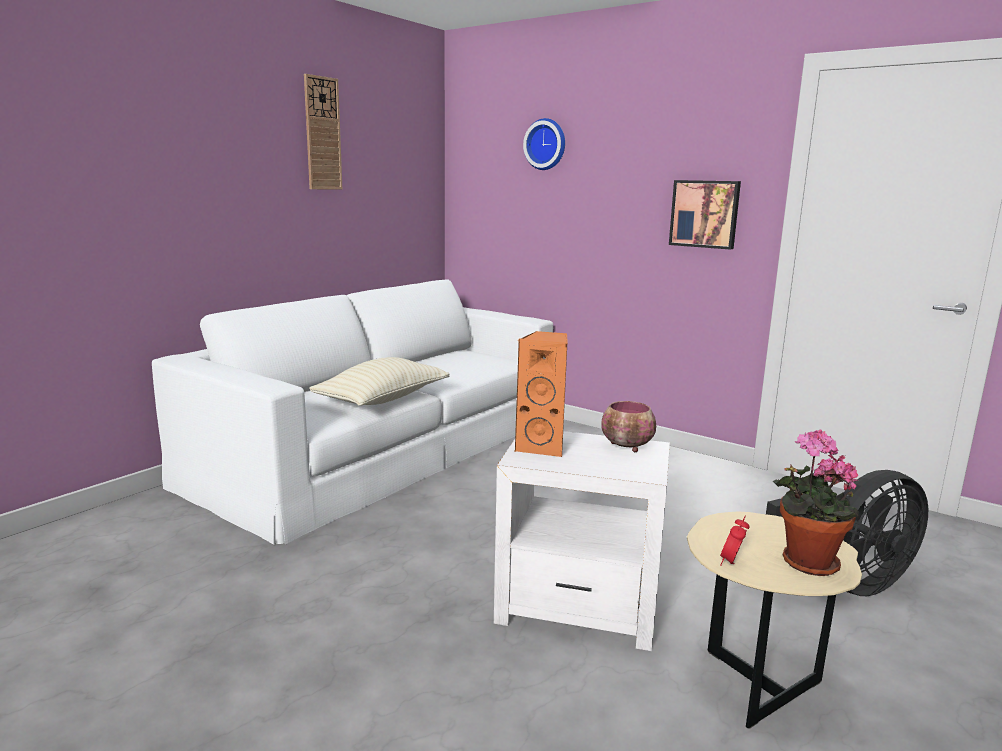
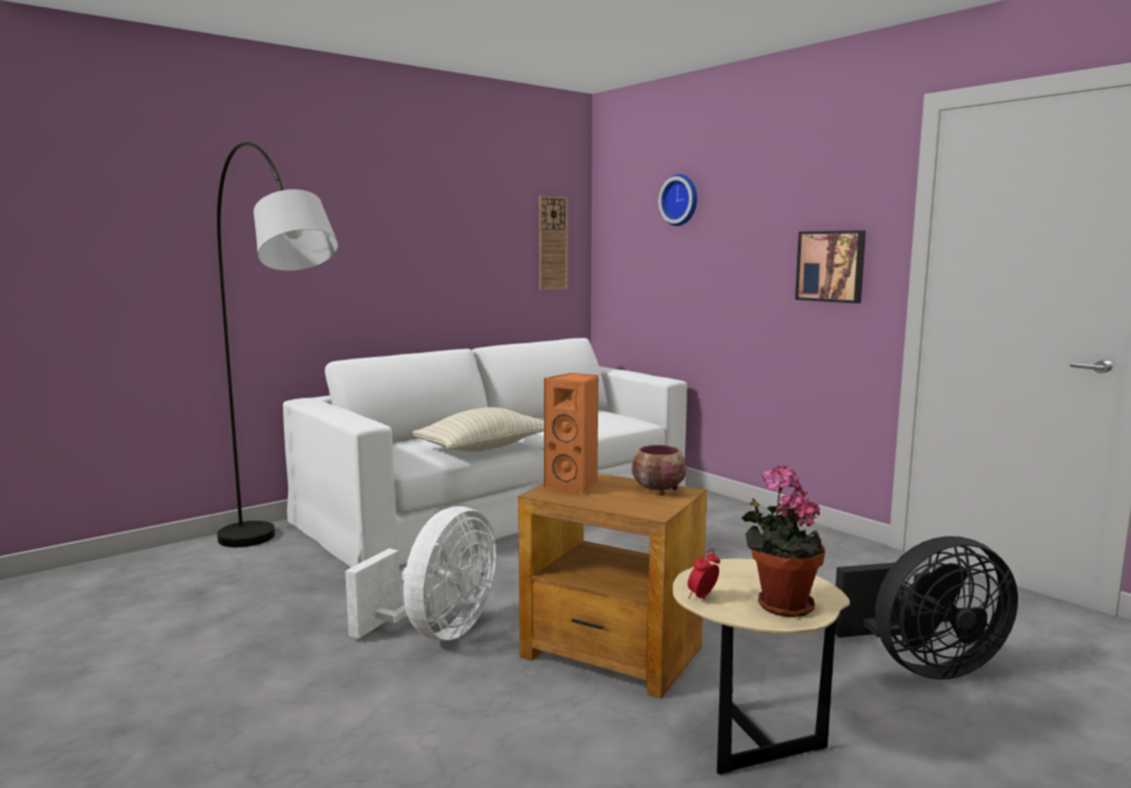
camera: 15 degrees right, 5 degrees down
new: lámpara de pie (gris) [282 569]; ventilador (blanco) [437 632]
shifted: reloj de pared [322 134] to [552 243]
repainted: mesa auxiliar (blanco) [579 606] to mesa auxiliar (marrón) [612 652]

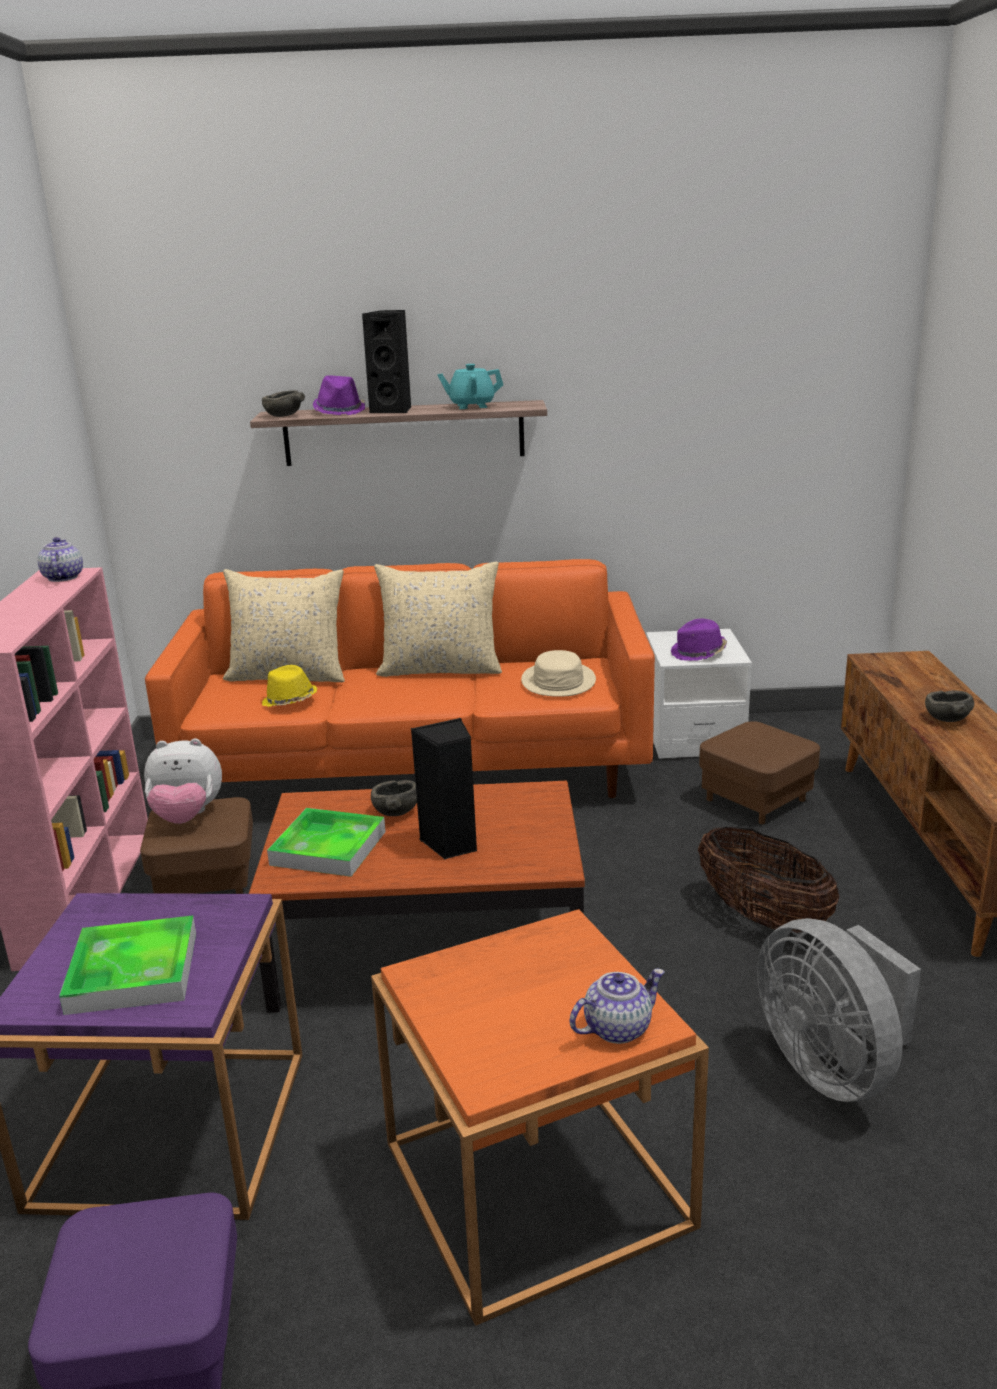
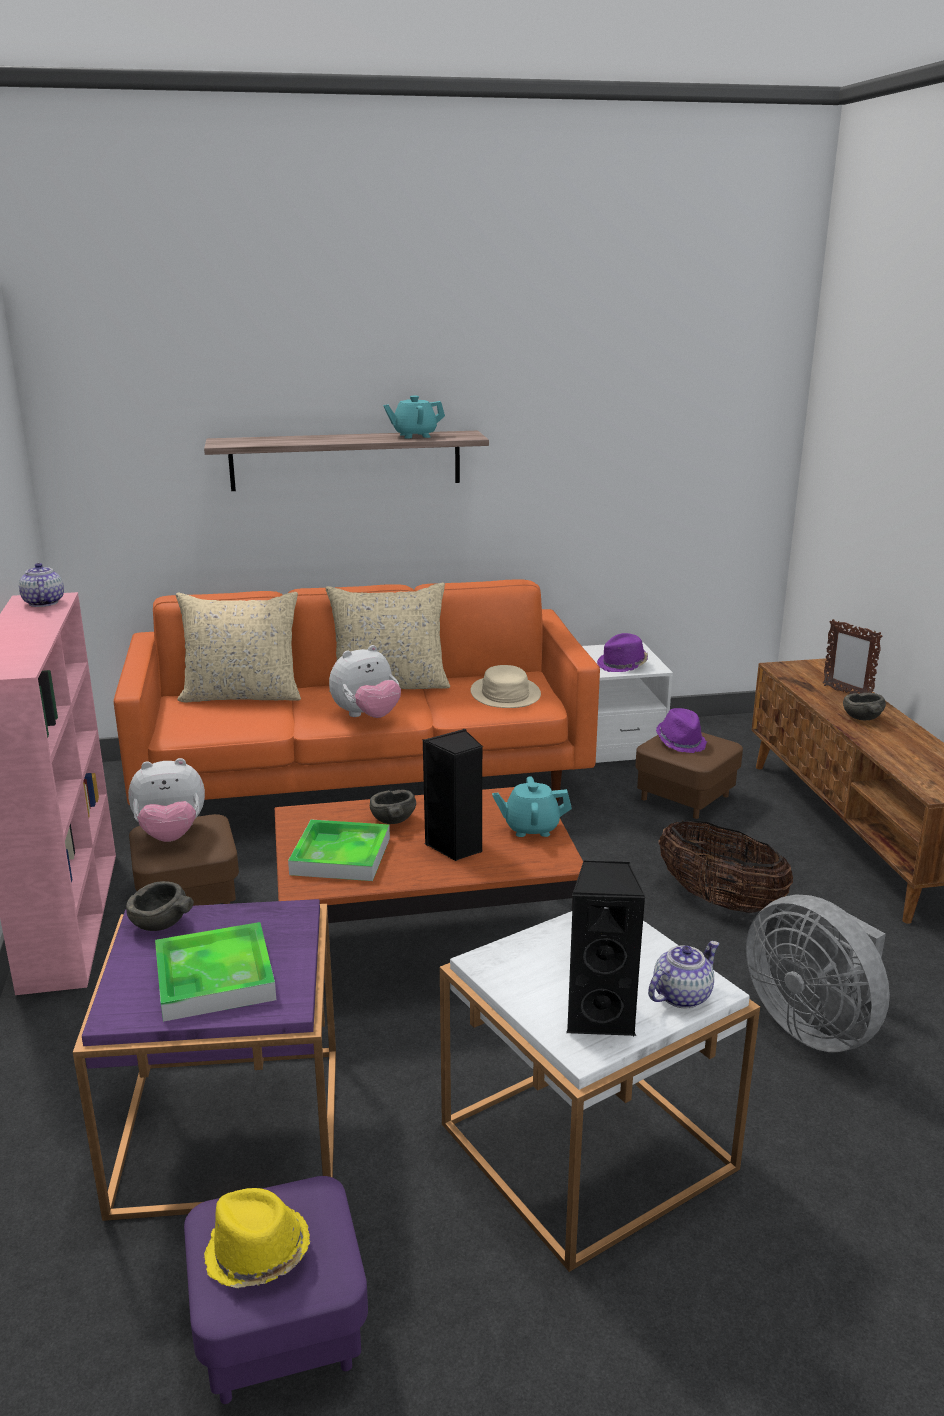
camera: 10 degrees left, 0 degrees up
new: peluche [367 716]; tetera (turquesa) [531 828]; portarretratos [846 693]
shifted: cuenco (gris) [283 416] to [159 924]; sombrero (amarillo) [289 702] to [257 1254]; sombrero (morado) [340 411] to [681 742]; altavoz (negro) [393 410] to [600 1016]
repainted: mesa auxiliar (naranja) [536 1184] to mesa auxiliar (blanco) [587 1146]

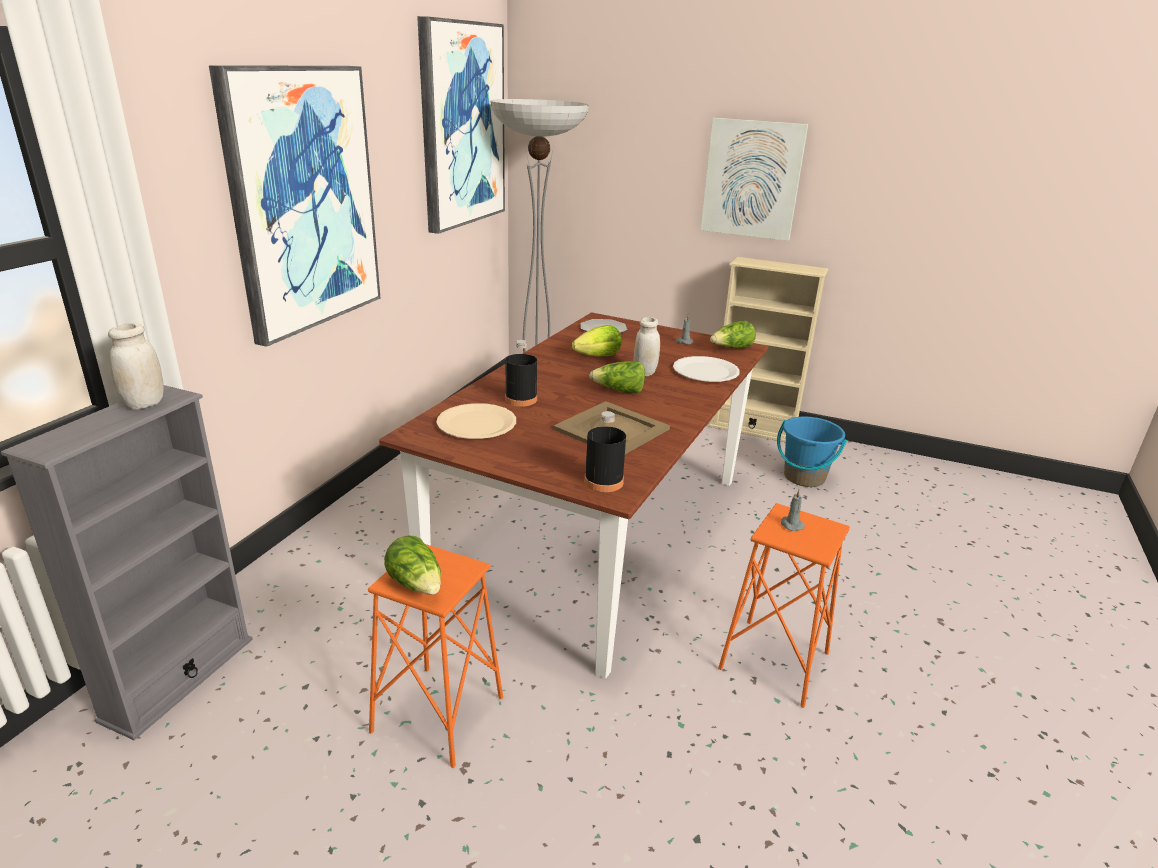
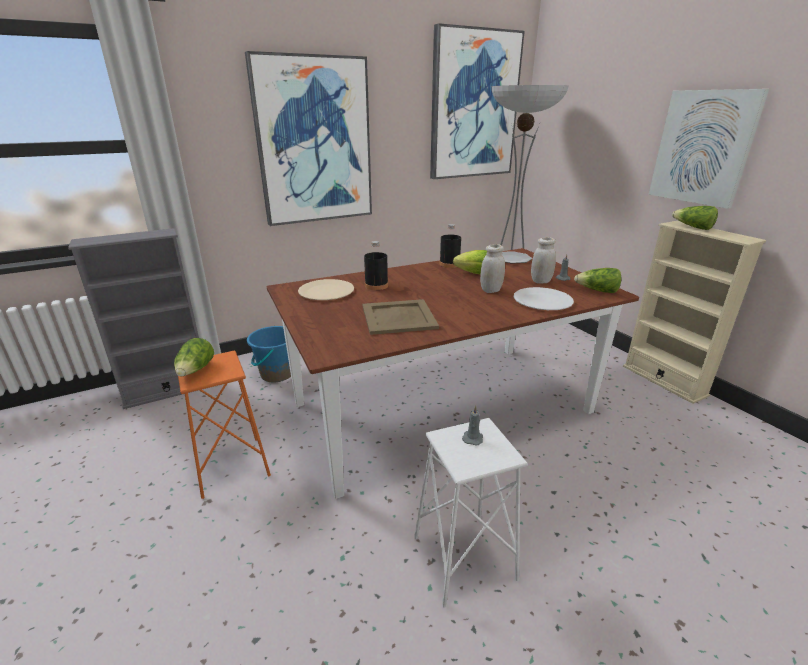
camera: 40 degrees right, 0 degrees up
shifted: tarro (blanco) [144 403] to [541 281]; botella (negro) [603 482] to [449 264]; lechuga [619 391] to [693 227]; cubo (azul) [804 477] to [276 374]
repainted: taburete (naranja) [774 662] to taburete (blanco) [463 558]

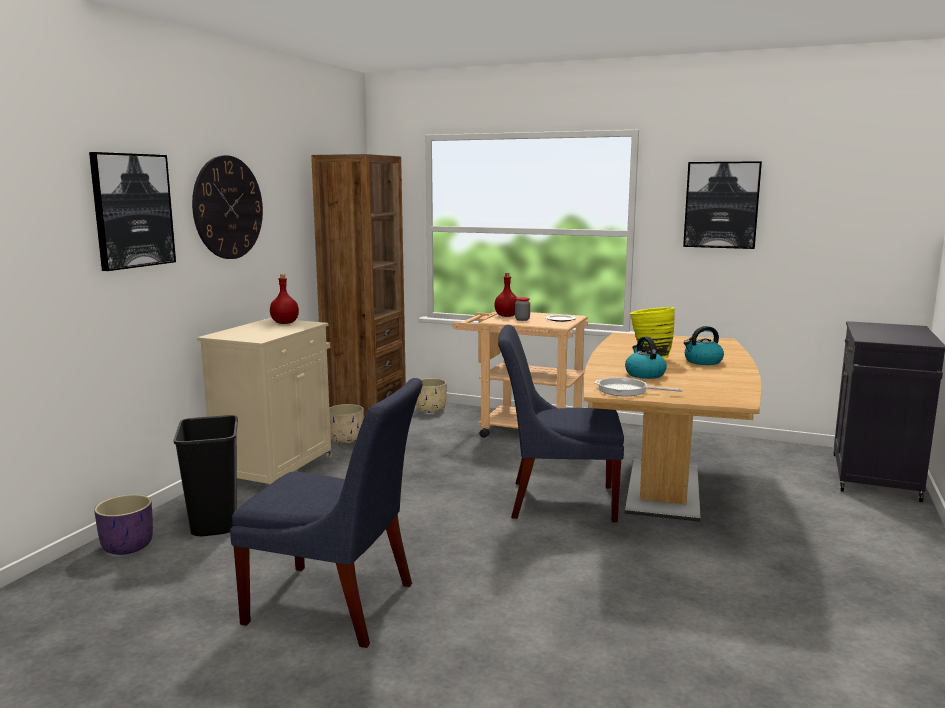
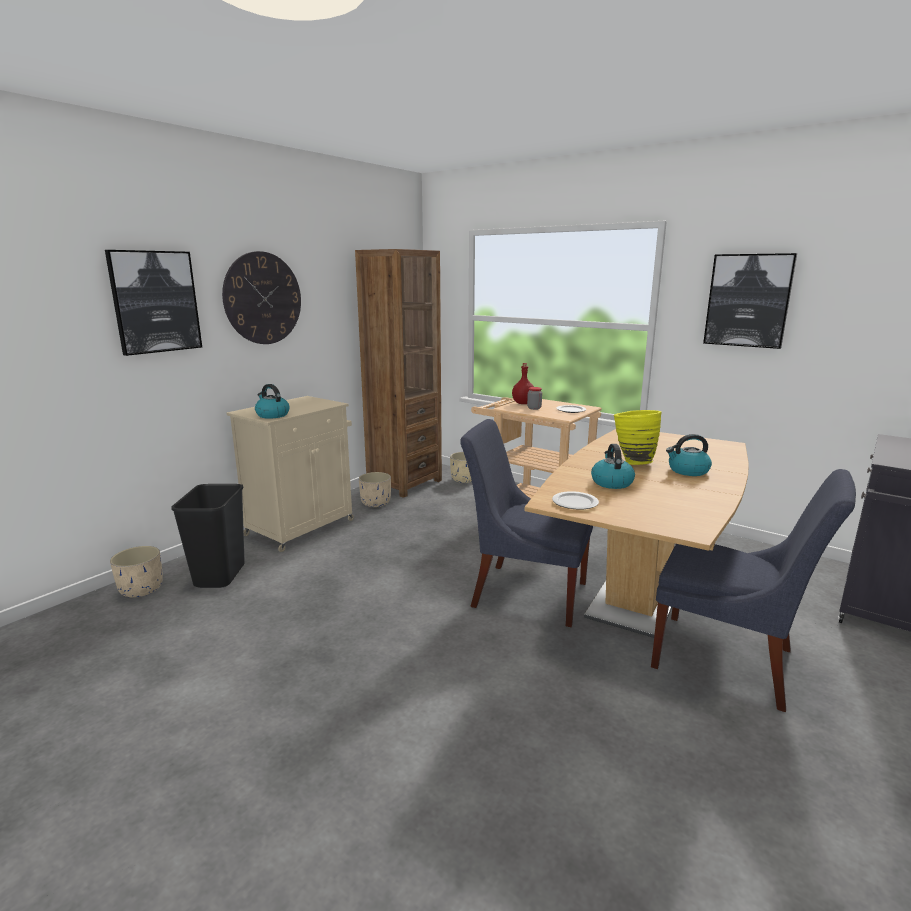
camera: 15 degrees right, 5 degrees up
gone: botella (rojo) [285 323]
new: hervidor [272 415]
shifted: silla (azul) [337 605] to [730 661]
swapped: sartén [626 391] to plato [575 503]
repainted: maceta (morado) [128 546] to maceta (beis) [142 589]

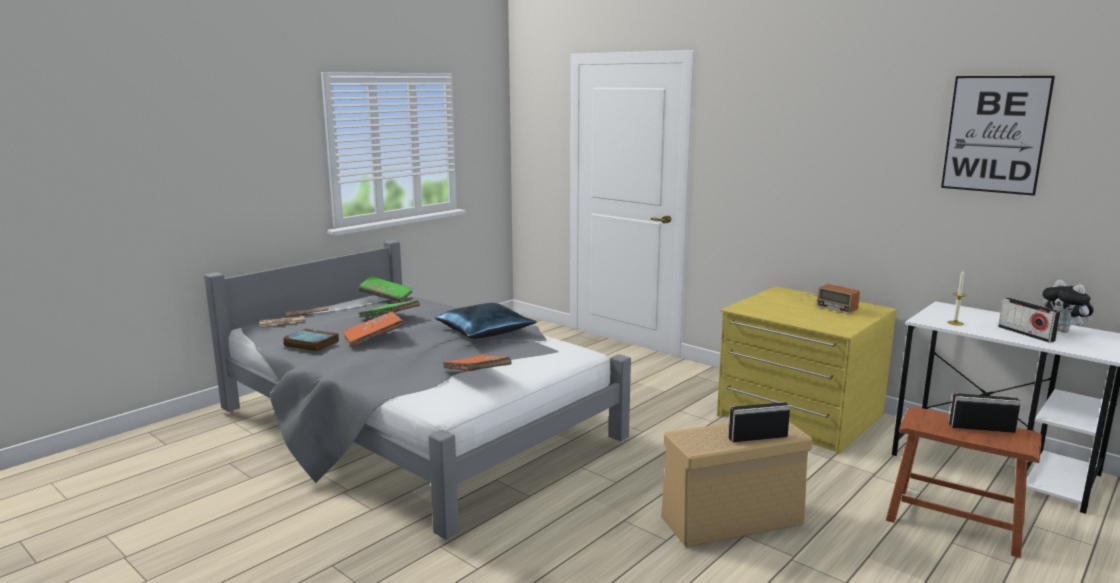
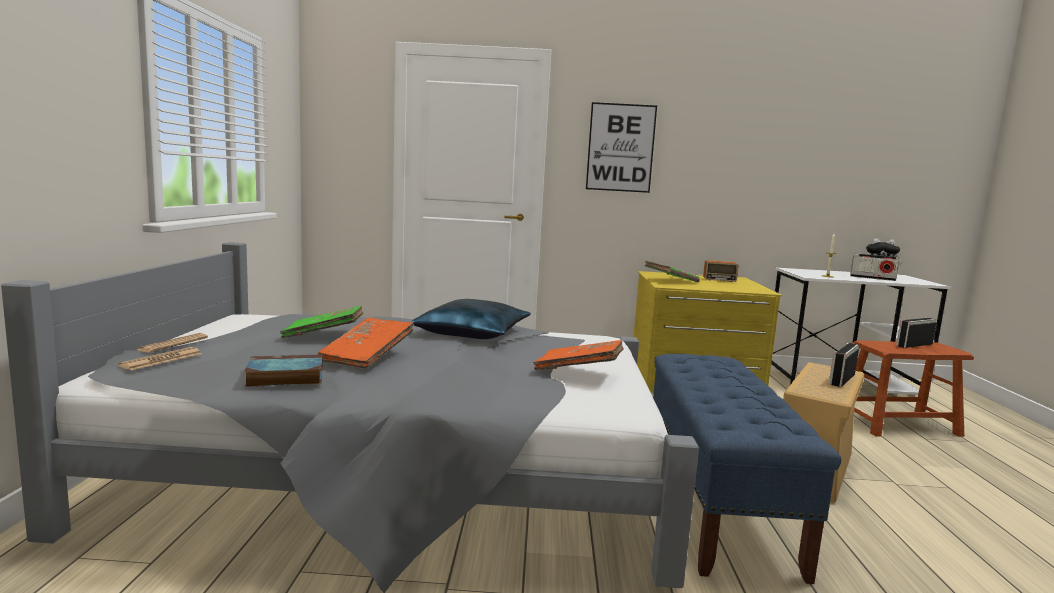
camera: 40 degrees left, 5 degrees down
new: banco (azul) [715 501]
shifted: libro (verde) [386 297] to [671 280]; cuadro [995 134] to [620 148]

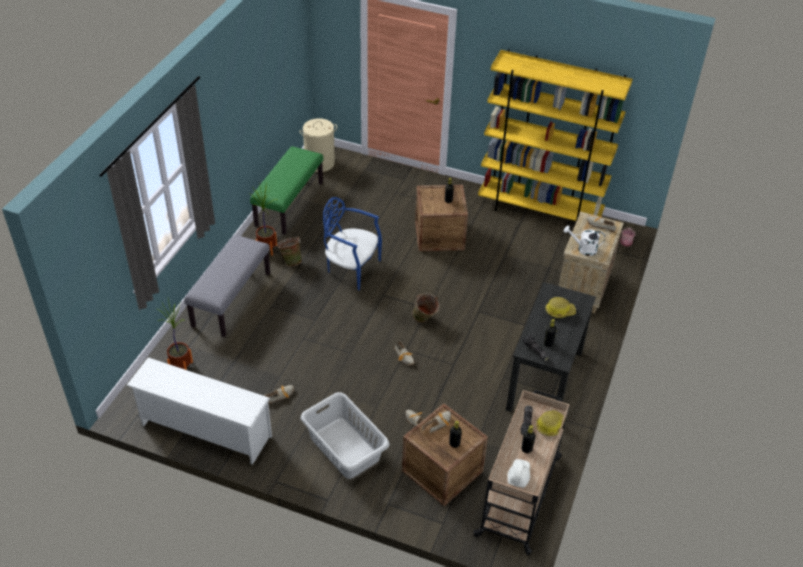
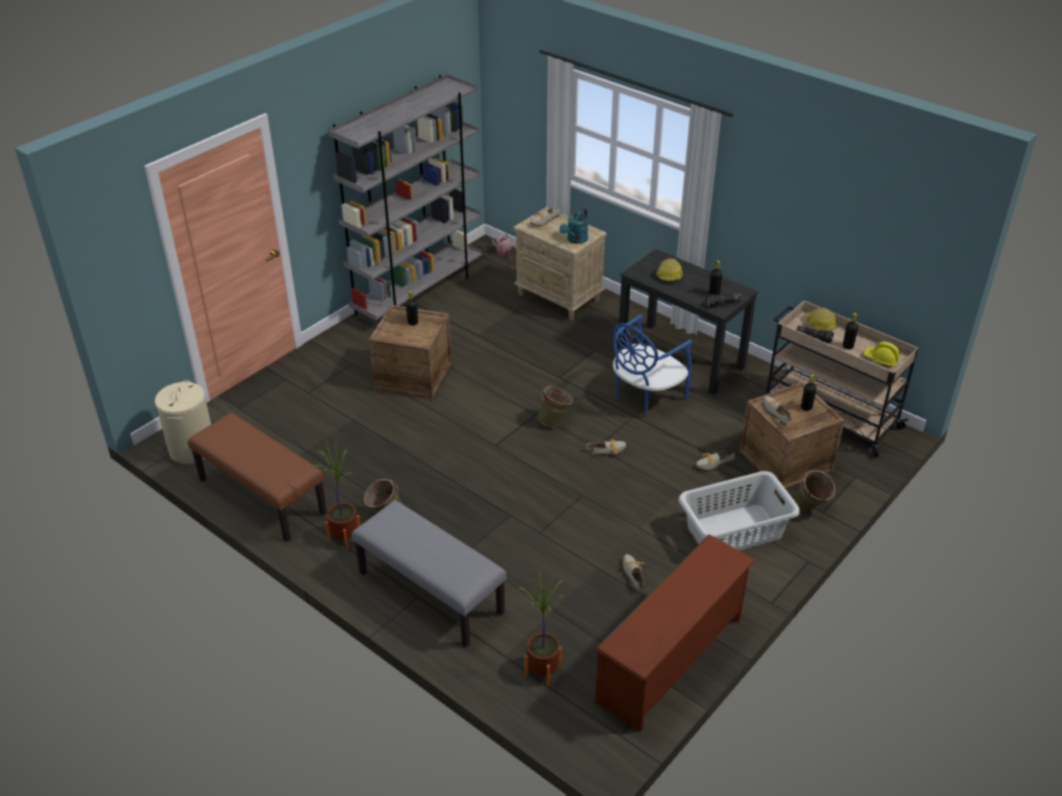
camera: 70 degrees left, 5 degrees down
new: cubo (verde) [811 509]
shifted: silla (azul) [351 268] to [645 397]
repainted: zapatero (blanco) [204 431] to zapatero (marrón) [671 661]; banco (verde) [289 204] to banco (marrón) [261 497]; estantería (amarillo) [539 211] to estantería (gris) [418 292]; casco (blanco) [518 475] to casco (amarillo) [880 359]; regadera (blanco) [583 249] to regadera (turquesa) [575 240]

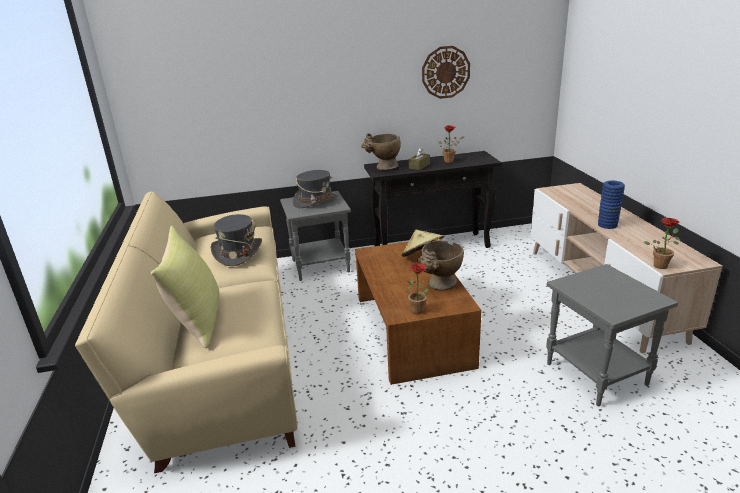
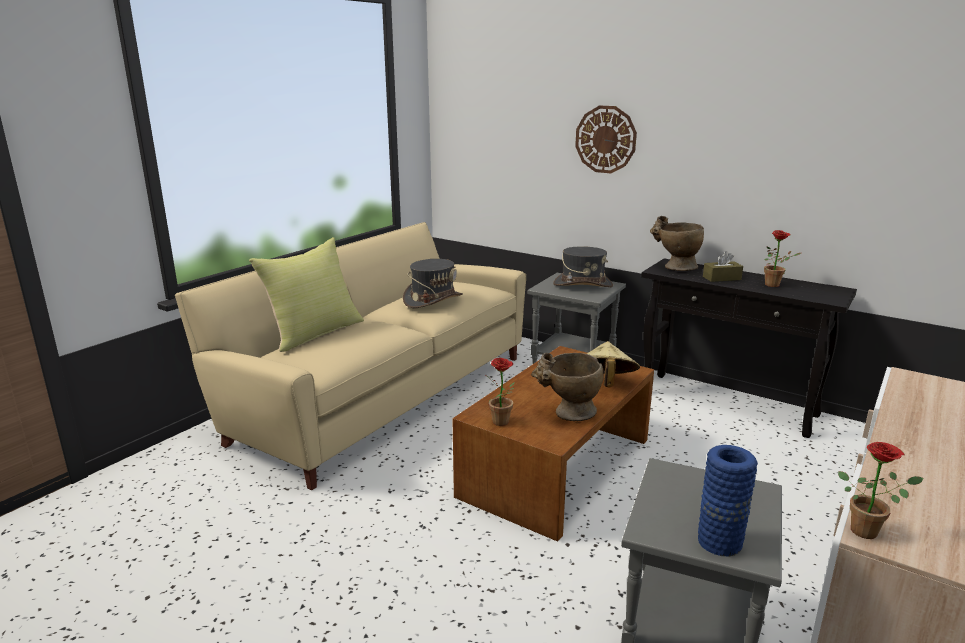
camera: 45 degrees right, 5 degrees down
shifted: reloj de pared [445 72] to [605 139]; florero (azul) [607 225] to [719 542]

